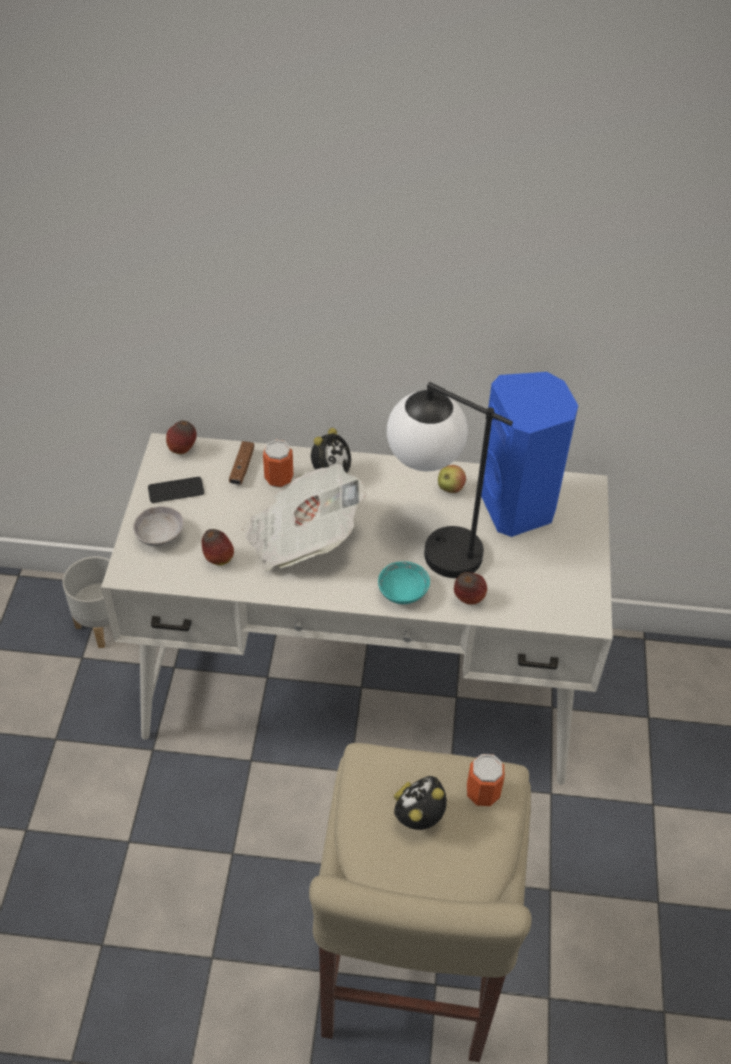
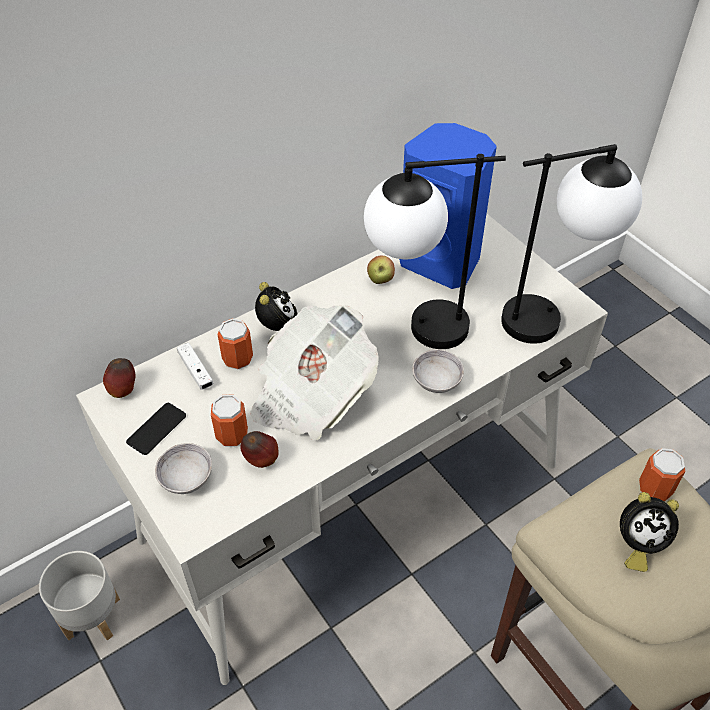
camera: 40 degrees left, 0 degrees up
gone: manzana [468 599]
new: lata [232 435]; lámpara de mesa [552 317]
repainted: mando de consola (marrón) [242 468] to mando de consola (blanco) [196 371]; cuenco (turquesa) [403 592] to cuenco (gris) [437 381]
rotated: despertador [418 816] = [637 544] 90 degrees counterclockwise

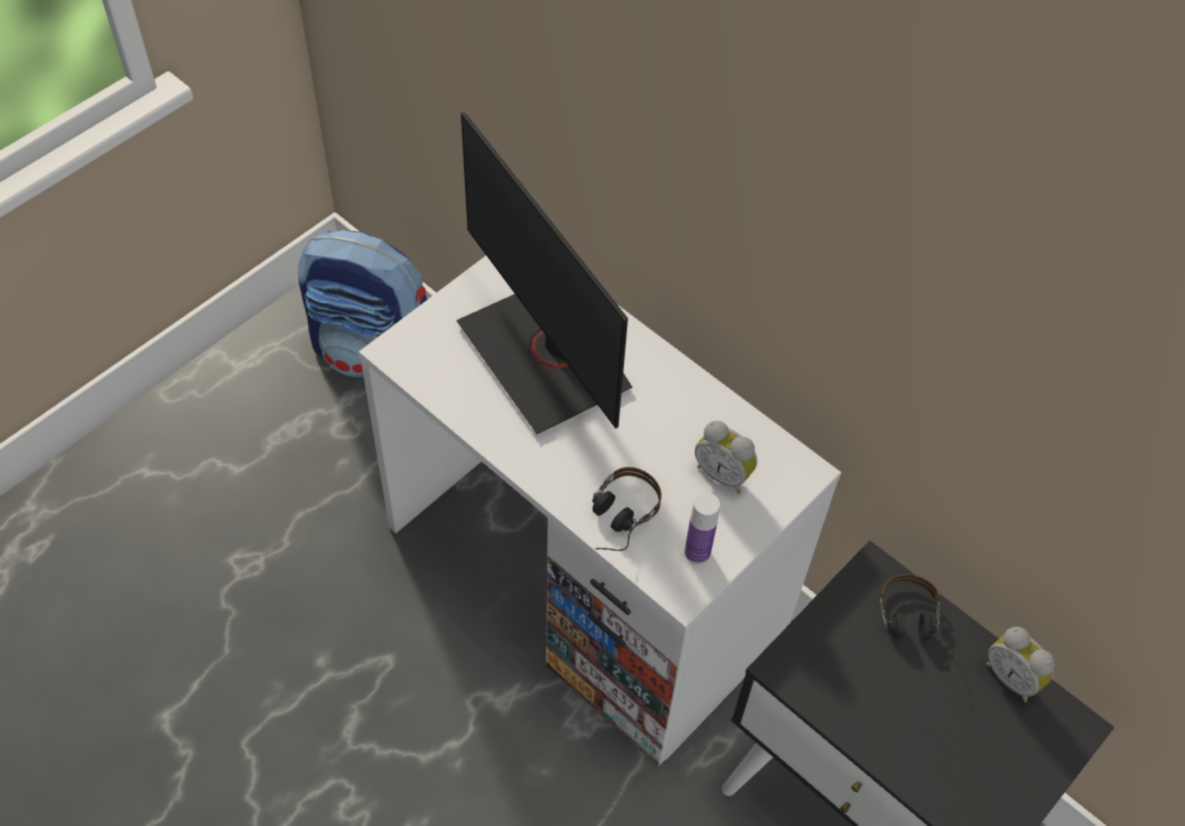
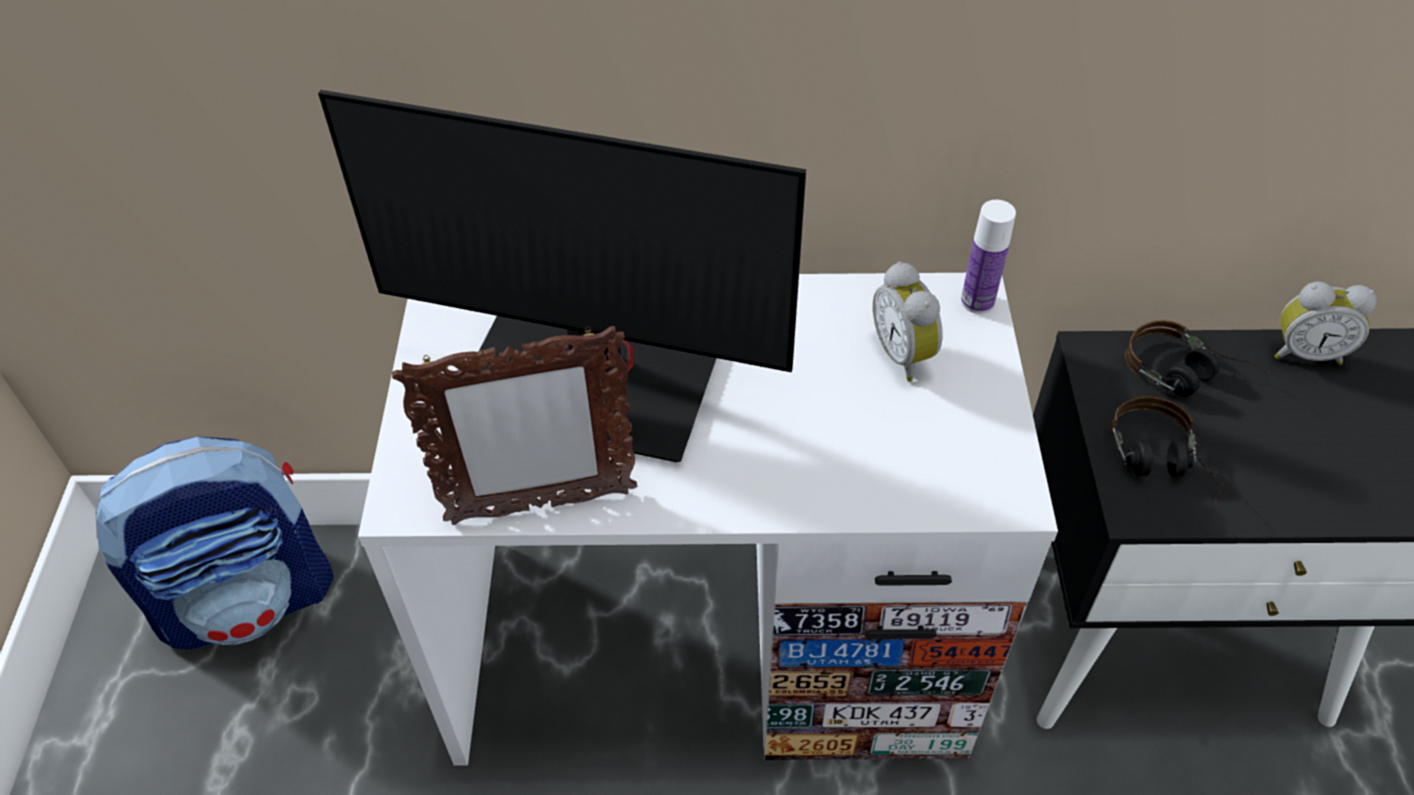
camera: 40 degrees left, 5 degrees down
new: portarretratos [540 506]
shifted: auriculares [617 520] to [1160 467]; botella [697 552] to [977 301]
rotated: despertador [724 473] = [905 354] 75 degrees clockwise

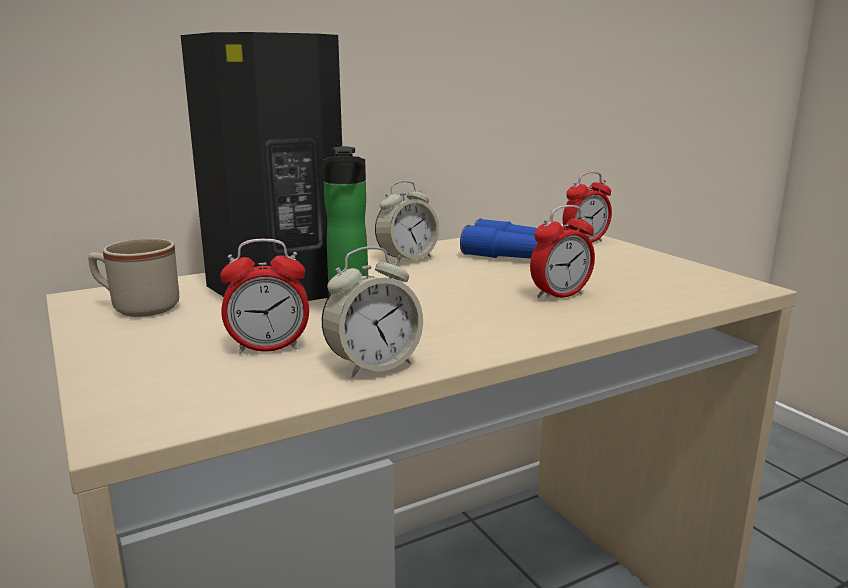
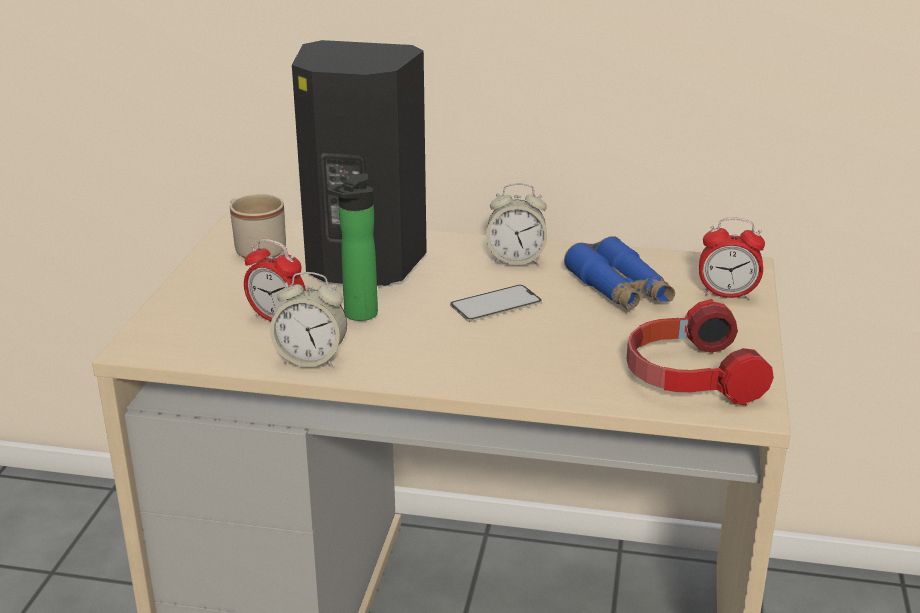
camera: 40 degrees right, 10 degrees up
gone: despertador [560 295]
new: móvil [496 304]; auriculares [688 376]

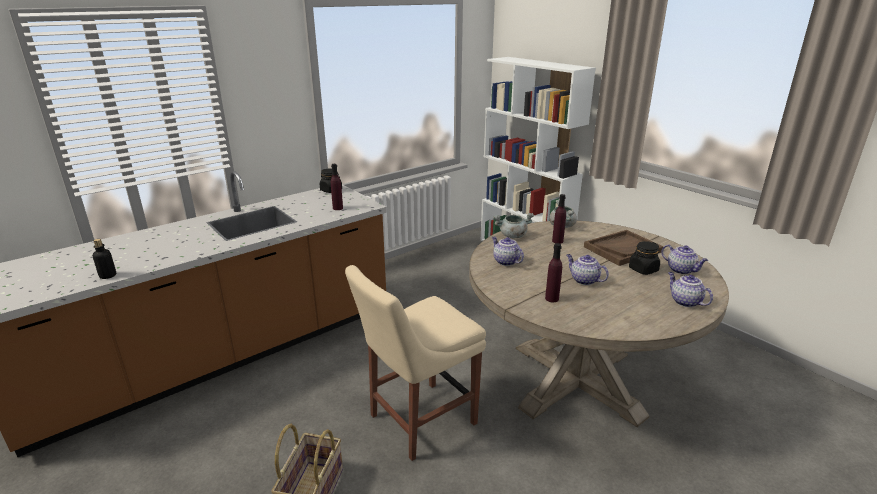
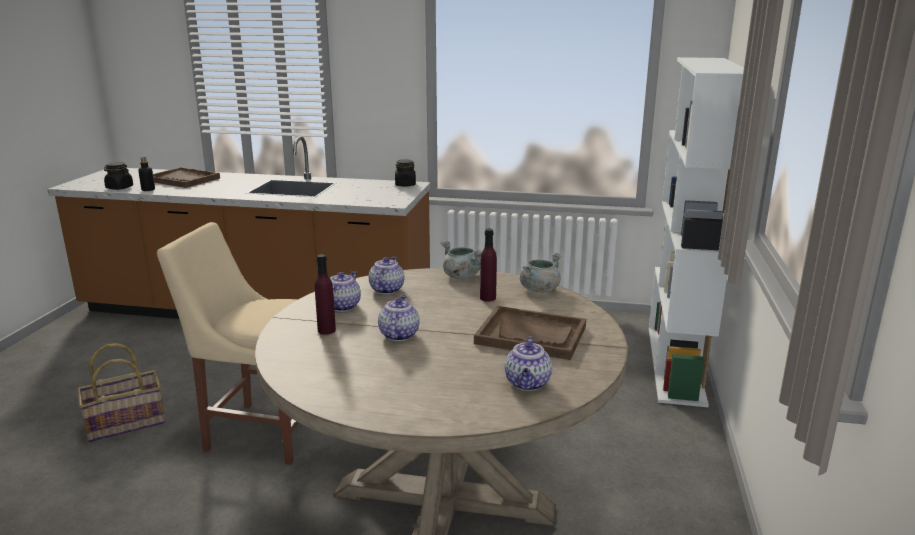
camera: 50 degrees right, 5 degrees down
gone: botella (morado) [337 208]
new: bandeja (marrón) [183 179]
shifted: tarro (negro) [643 269] to [119 188]; tetera [684 301] to [342 306]

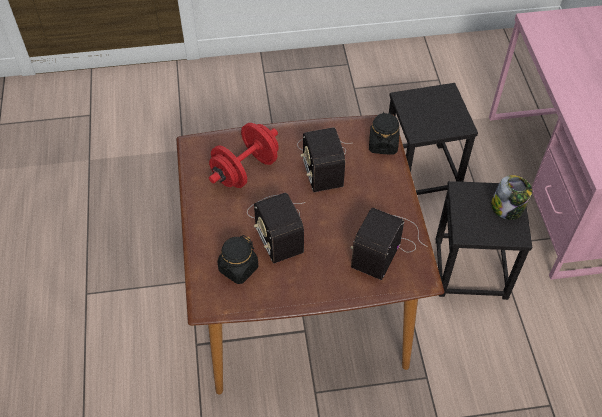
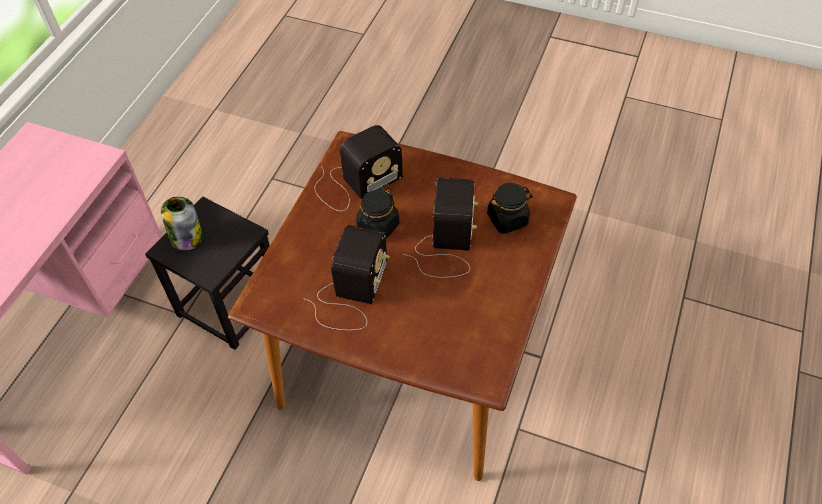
camera: 150 degrees left, 0 degrees up
gone: mancuerna (rojo) [245 170]; taburete (negro) [420 171]
shifted: tarro (negro) [383 144] to [378 227]

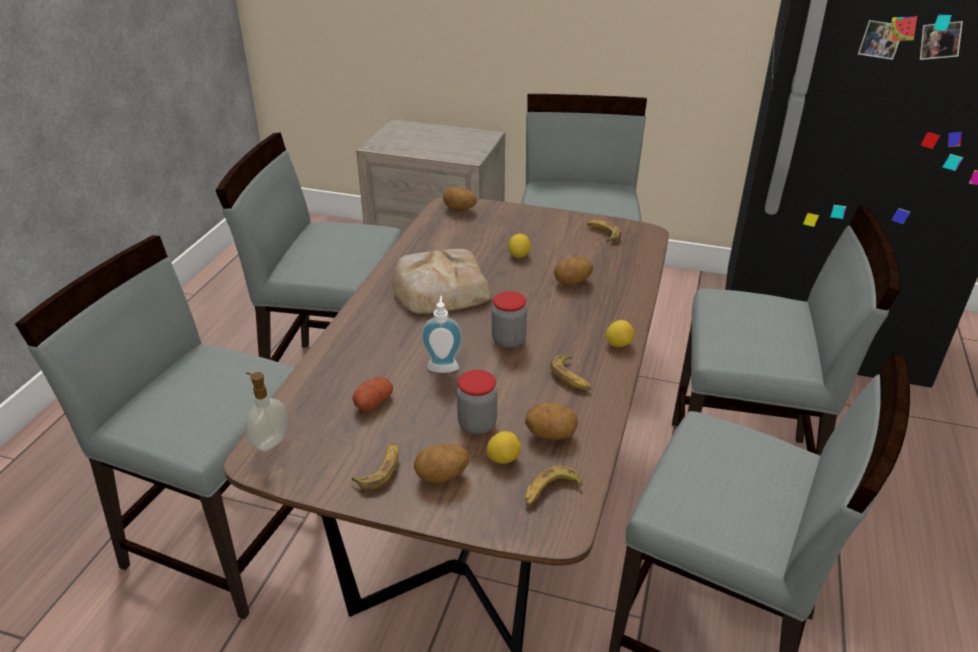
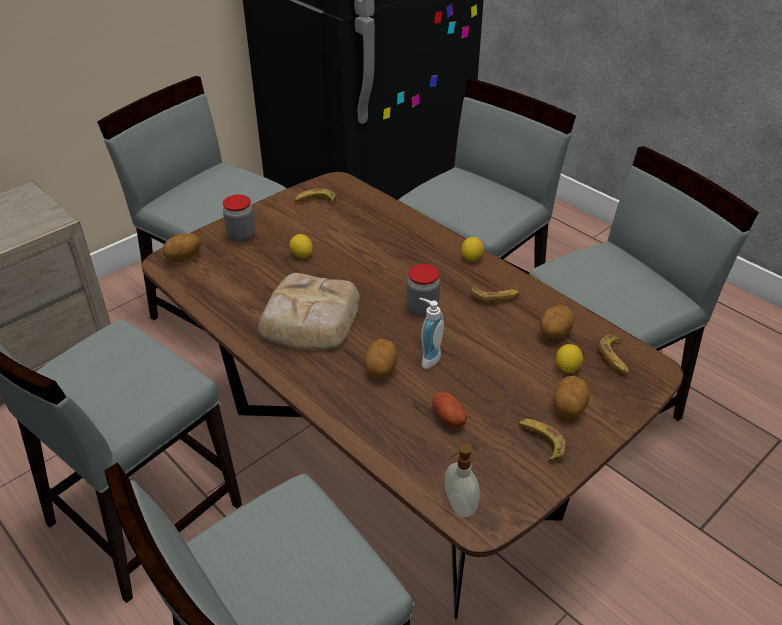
camera: 60 degrees left, 5 degrees up
shifted: tarro [477 424] to [241 236]; patata [572 283] to [381 370]

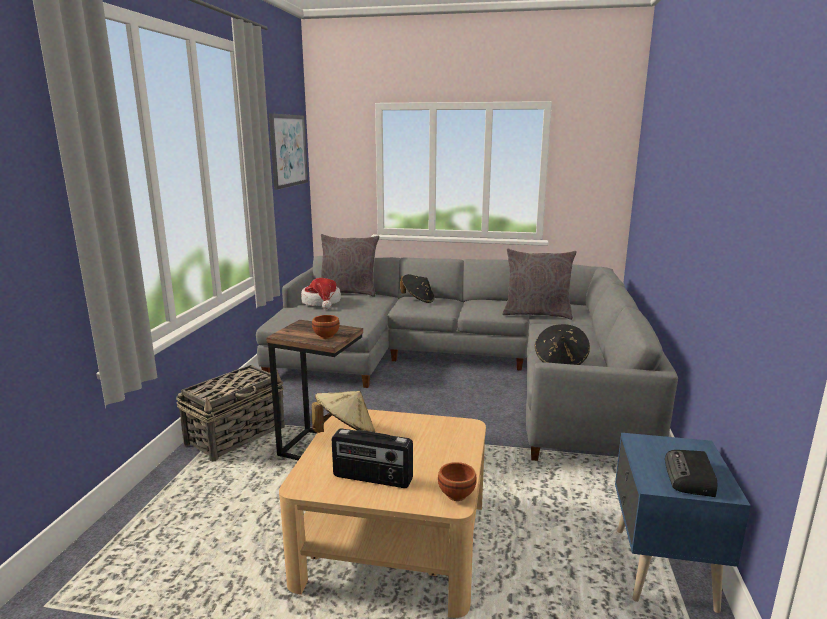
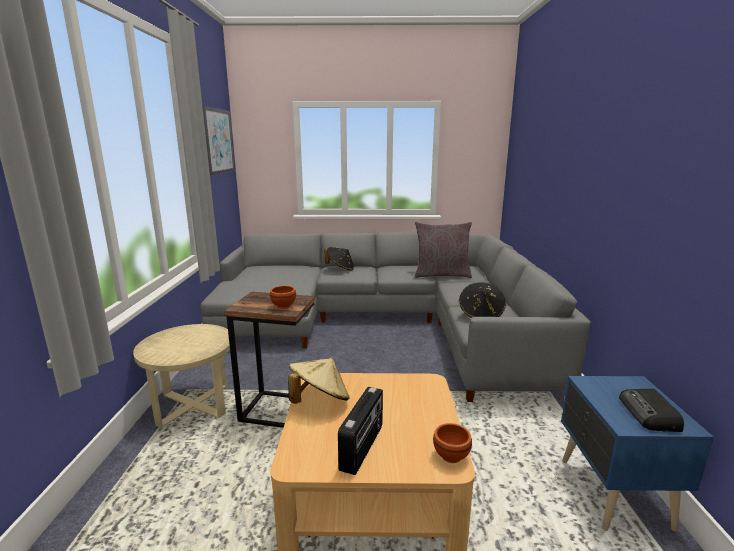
camera: 10 degrees left, 0 degrees up
gone: sombrero [322 302]; cojín (gris) [348 292]
swapped: cesta [237 435] to mesa auxiliar (beis) [193 404]
rotated: radio [372 478] = [363 447] 75 degrees counterclockwise

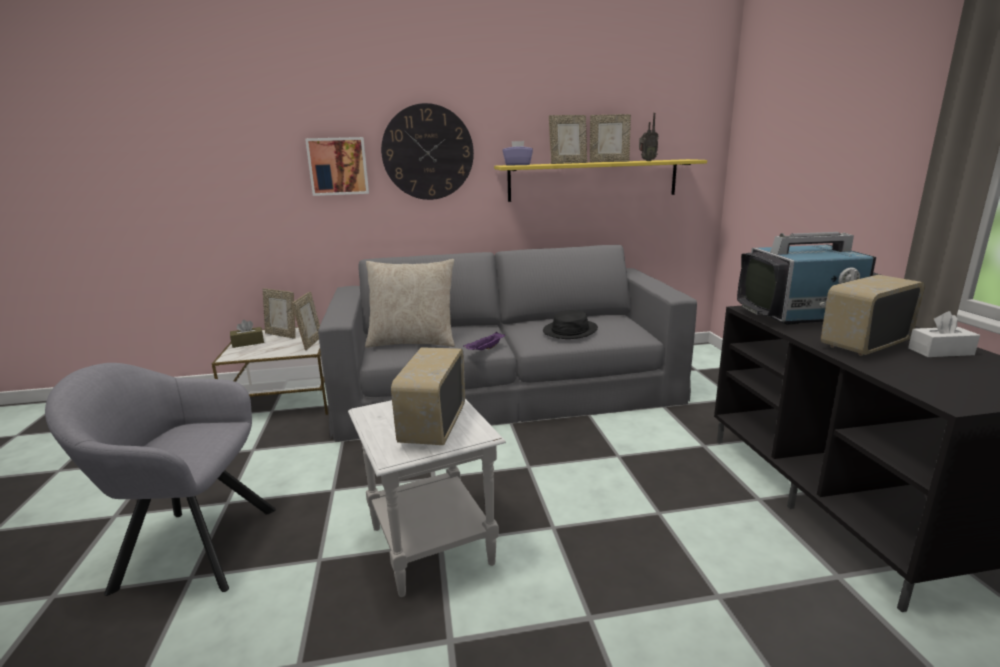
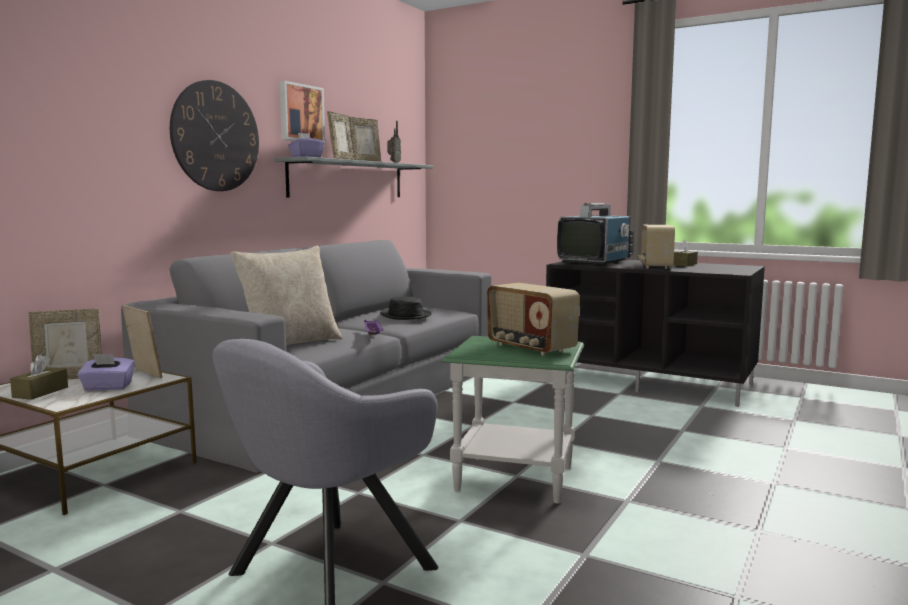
camera: 50 degrees left, 10 degrees down
new: caja de pañuelos (morado) [107 387]
shifted: cuadro [338 166] to [300 113]
repainted: mesa auxiliar (blanco) [432 546] to mesa auxiliar (verde) [516 479]; estante (amarillo) [593 180] to estante (gris) [348 179]; caja de pañuelos (blanco) [940 351] to caja de pañuelos (marrón) [684 264]

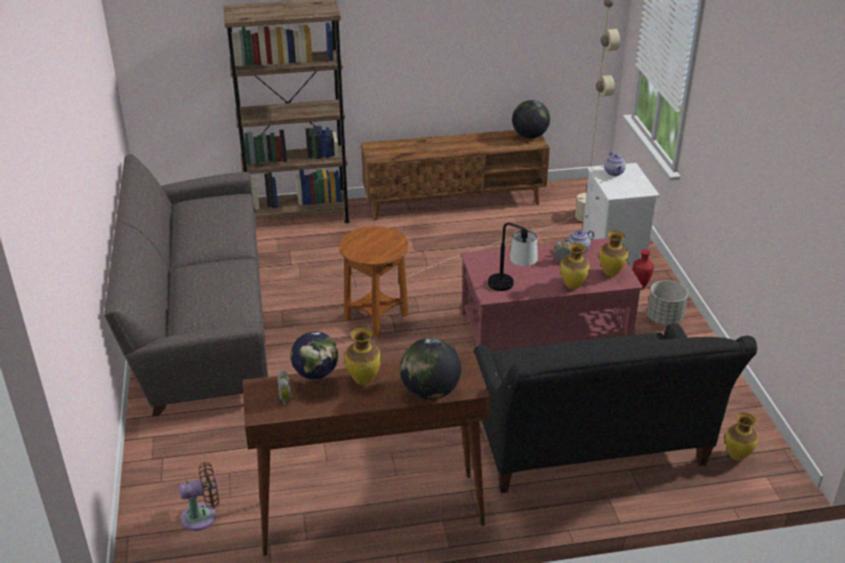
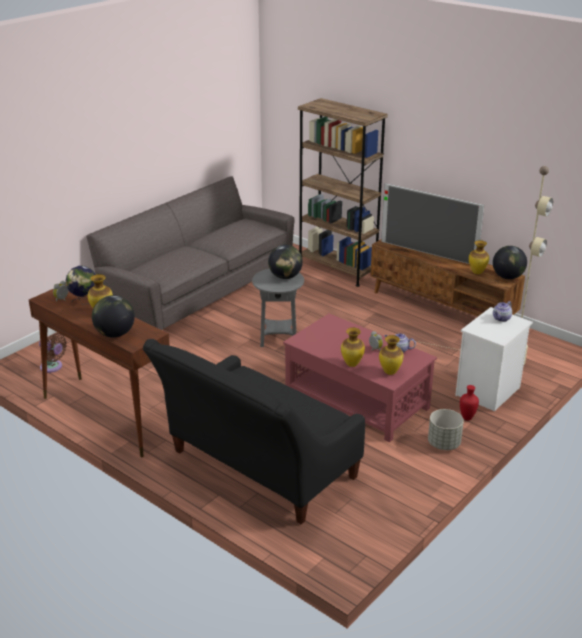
camera: 50 degrees right, 5 degrees down
gone: lámpara de mesa [511 288]
new: globo terráqueo [285 277]; televisor [427 253]
shifted: florero [736 456] to [477 272]
repainted: mesa auxiliar (marrón) [376 318] to mesa auxiliar (gris) [278 338]

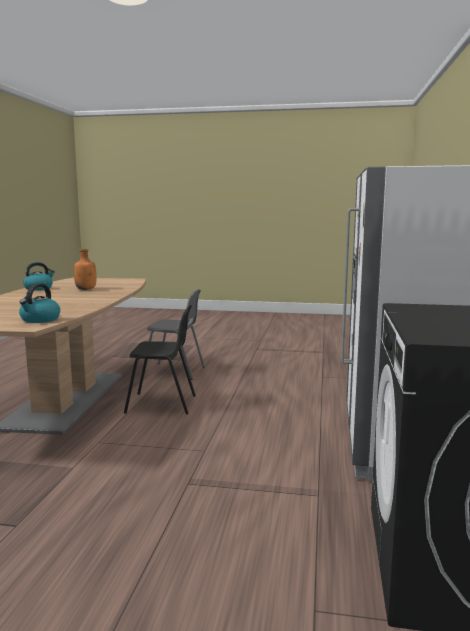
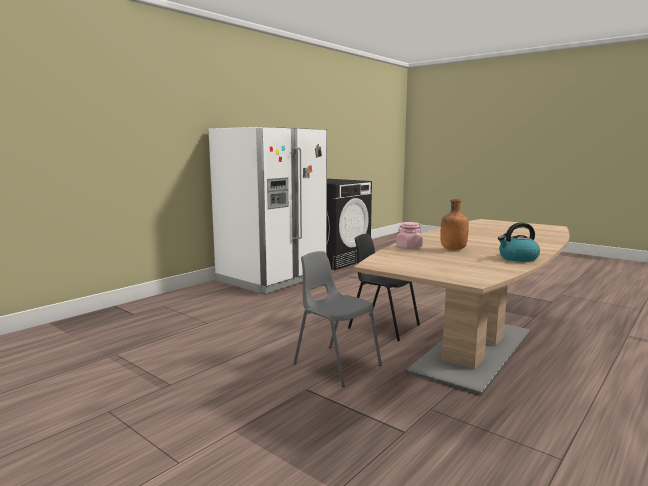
camera: 150 degrees left, 0 degrees up
gone: hervidor [40 320]
new: tarro (rosa) [409 247]

